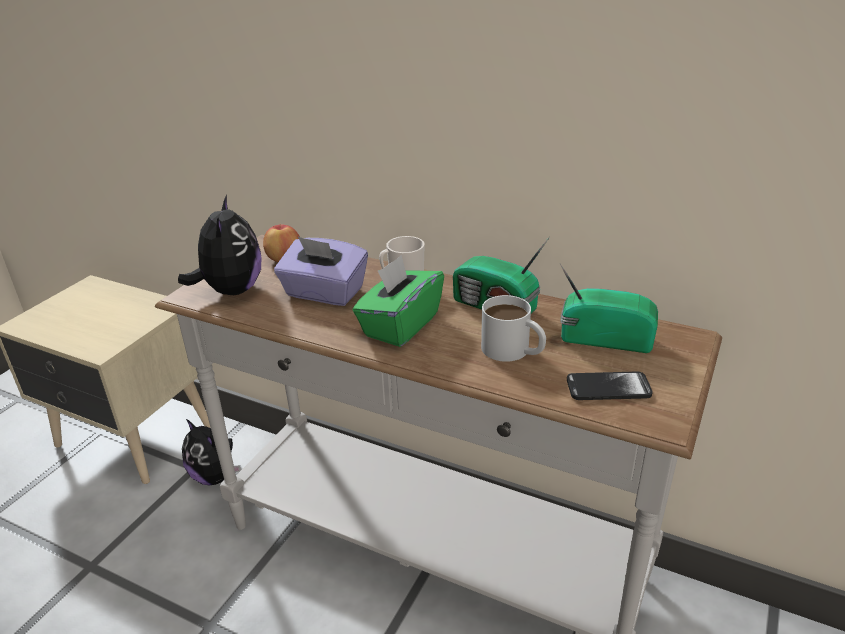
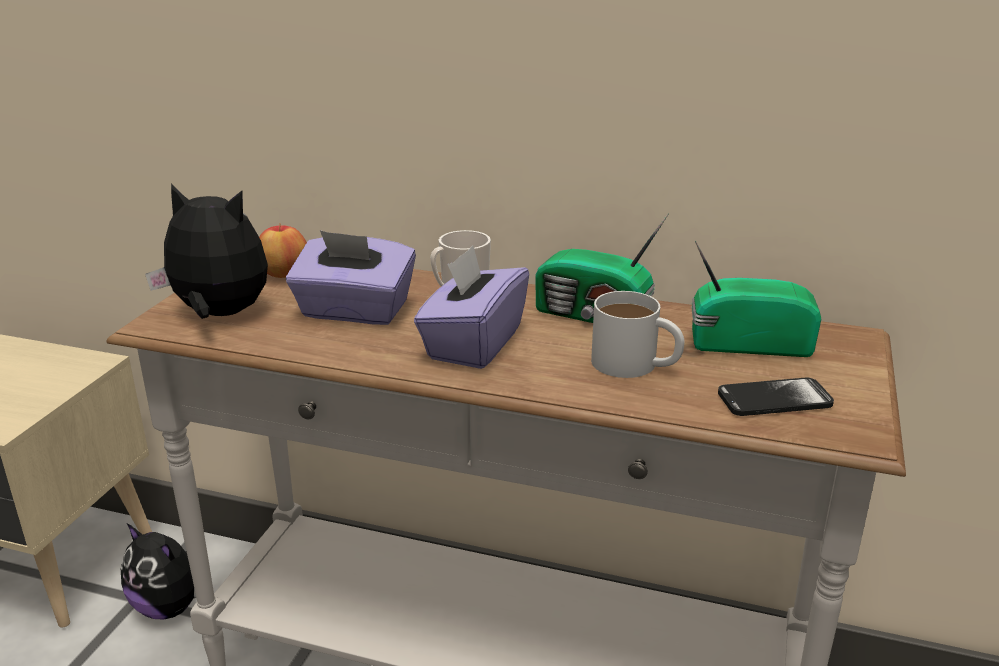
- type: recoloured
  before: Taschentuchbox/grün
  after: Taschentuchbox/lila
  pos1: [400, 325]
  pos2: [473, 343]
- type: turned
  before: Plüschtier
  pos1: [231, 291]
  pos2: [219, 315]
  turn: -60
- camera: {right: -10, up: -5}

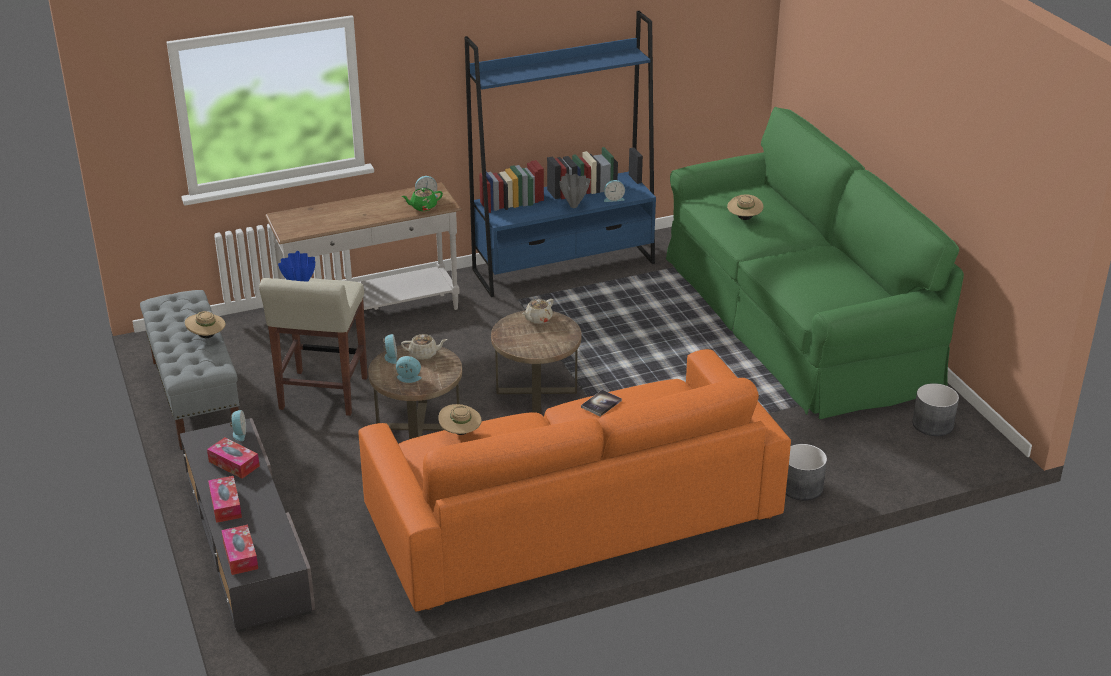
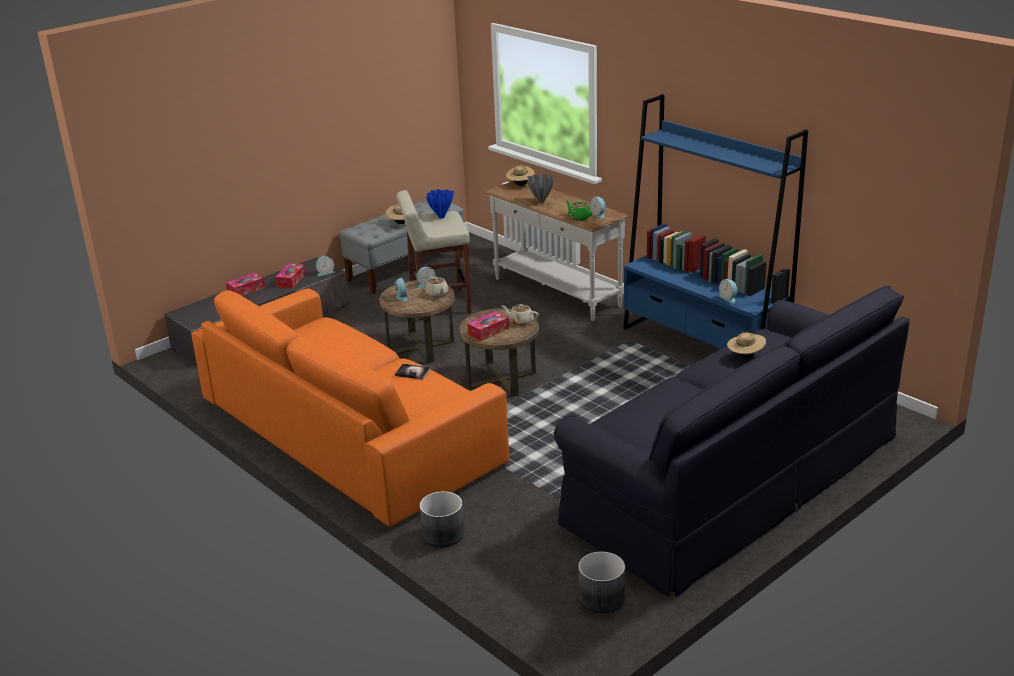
- type: moved
  before: Taschentuchbox
  pos1: [240, 556]
  pos2: [488, 331]
- type: moved
  before: Hut/beige
  pos1: [460, 432]
  pos2: [520, 185]
- type: moved
  before: Vase/grau
  pos1: [574, 206]
  pos2: [540, 202]
- type: recoloured
  before: Sofa/grün
  after: Sofa/schwarz
  pos1: [795, 318]
  pos2: [731, 478]
- camera: {right: 70, up: -5}

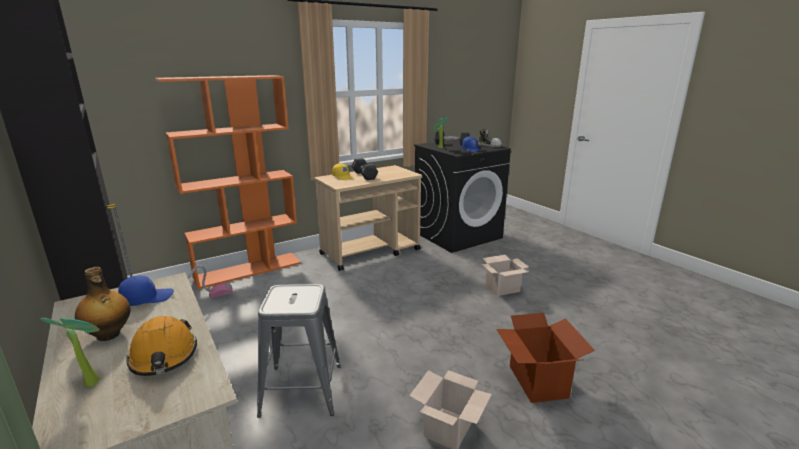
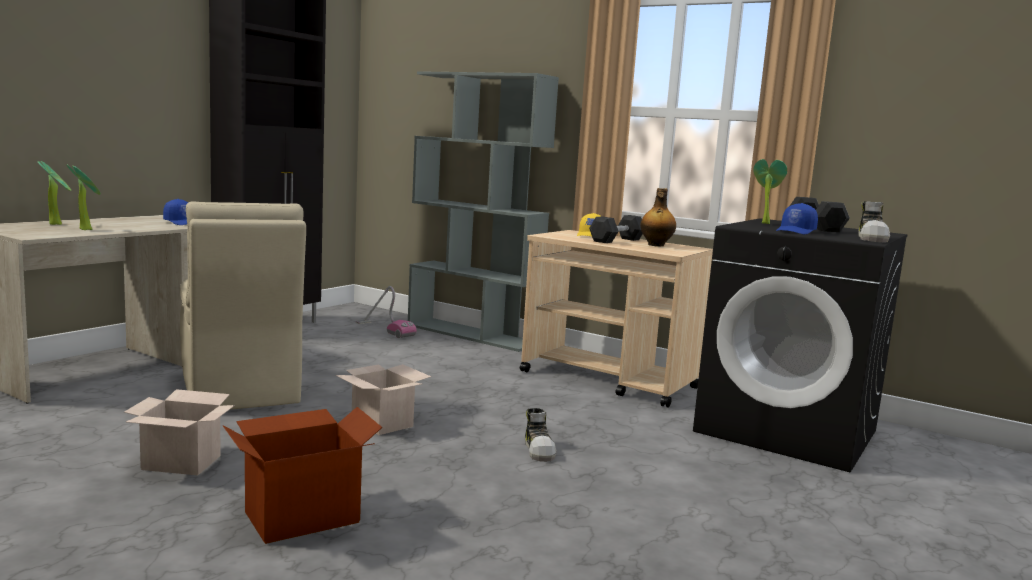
- type: added
  after: Schuh
  pos2: [539, 450]
- type: moved
  before: Flasche
  pos1: [109, 335]
  pos2: [655, 245]
- type: moved
  before: Karton
  pos1: [503, 288]
  pos2: [383, 423]
- type: replaced
  before: Schutzhelm/orange
  after: Topfpflanze
  pos1: [164, 356]
  pos2: [86, 229]
- type: replaced
  before: Hocker/grau
  after: Stuhl/beige
  pos1: [301, 389]
  pos2: [239, 390]
- type: recoloured
  before: Bücherregal/orange
  after: Bücherregal/grau
  pos1: [248, 270]
  pos2: [473, 334]
- camera: {right: 65, up: -10}

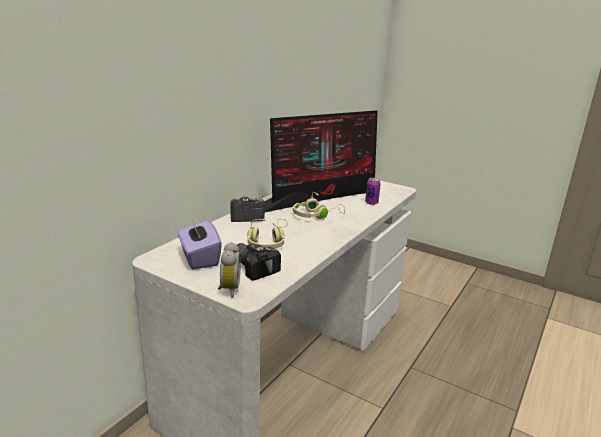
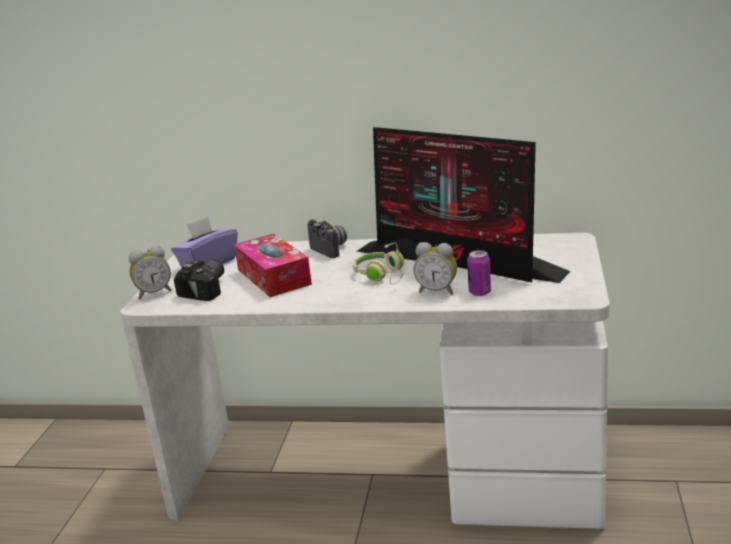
- type: added
  after: Wecker
  pos2: [437, 291]
- type: replaced
  before: Kopfhörer/beige
  after: Taschentuchbox
  pos1: [268, 242]
  pos2: [273, 277]
- camera: {right: 70, up: 0}

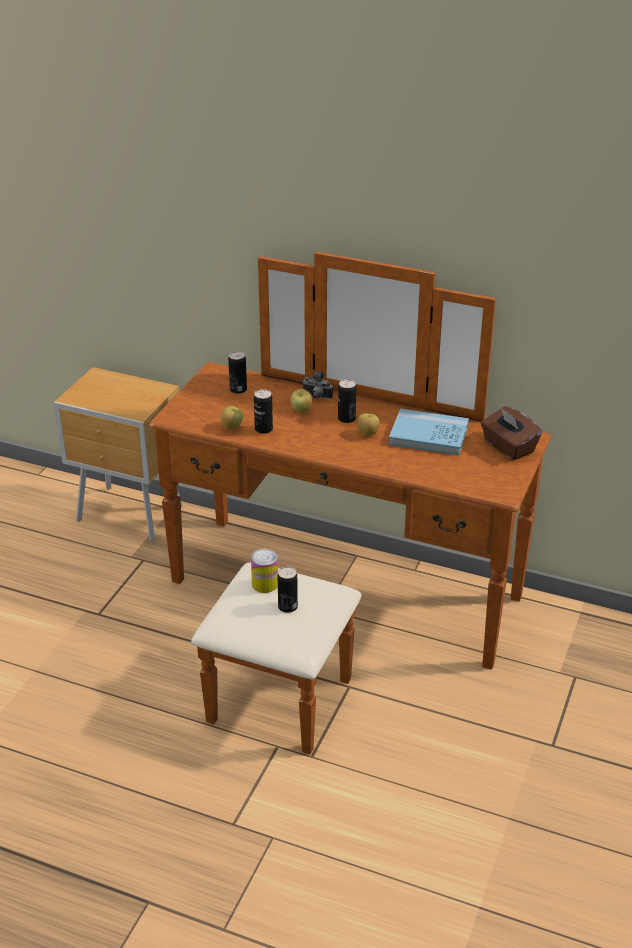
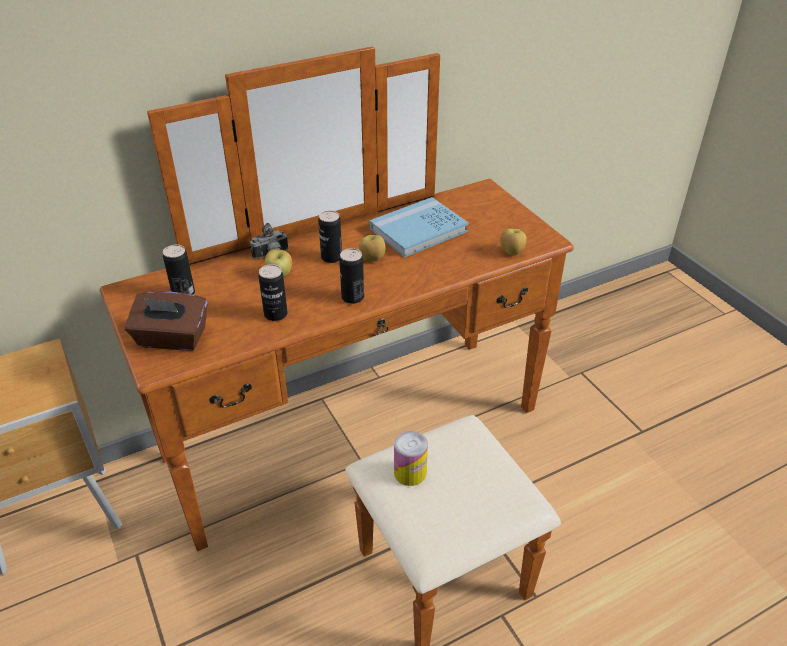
- type: moved
  before: Apfel
  pos1: [232, 427]
  pos2: [511, 252]
- type: moved
  before: Dose
  pos1: [287, 607]
  pos2: [352, 297]
- type: moved
  before: Taschentuchbox/braun
  pos1: [508, 447]
  pos2: [172, 339]
- camera: {right: -50, up: 5}

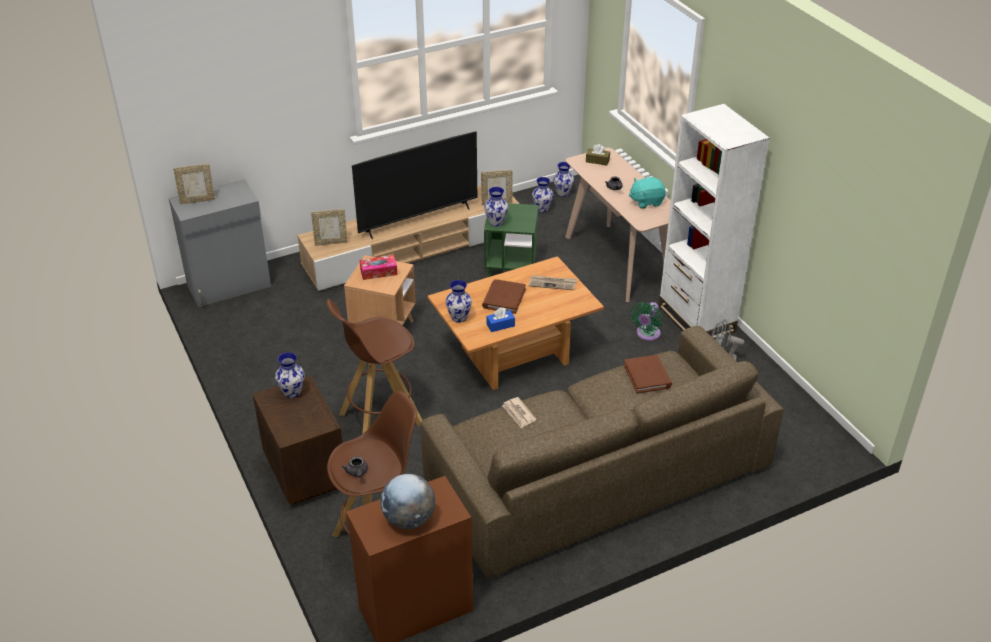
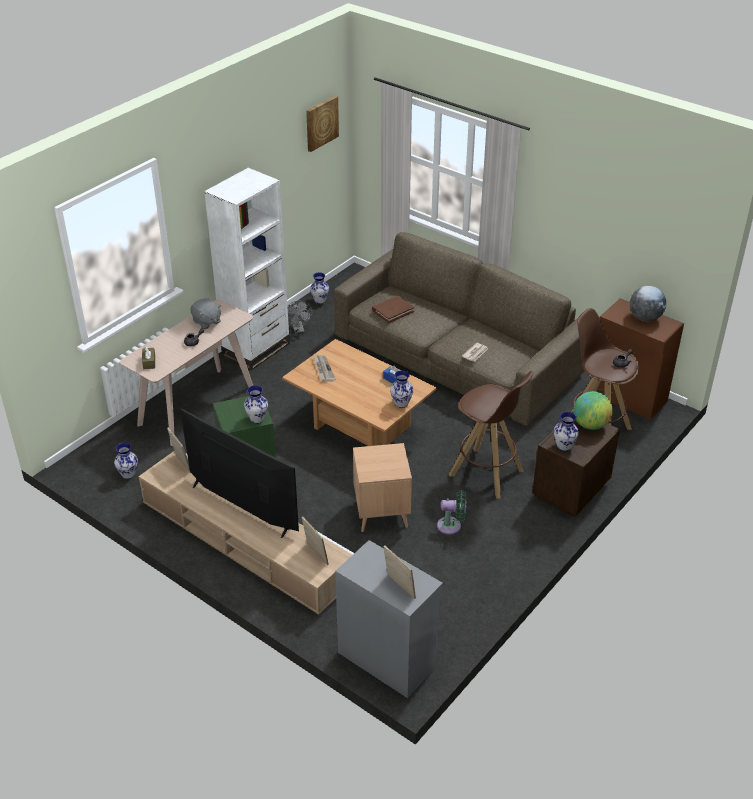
- type: removed
  before: Taschentuchbox
  pos1: [378, 272]
- type: removed
  before: Buch/braun
  pos1: [504, 298]
- type: added
  after: Bild
  pos2: [321, 123]
- type: added
  after: Globus
  pos2: [590, 425]
- type: moved
  before: Vase
  pos1: [562, 193]
  pos2: [319, 301]
- type: moved
  before: Ventilator/grün
  pos1: [647, 334]
  pos2: [452, 526]
- type: recoloured
  before: Plüschtier/türkis
  after: Plüschtier/grau
  pos1: [646, 201]
  pos2: [206, 322]
- camera: {right: -115, up: 0}

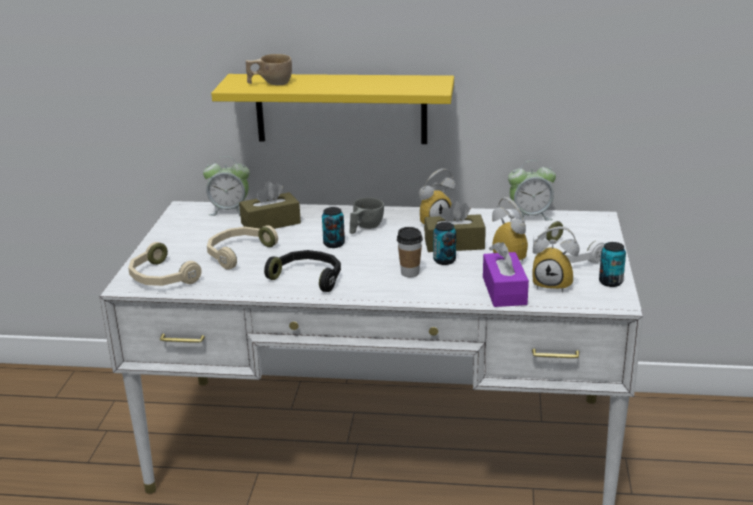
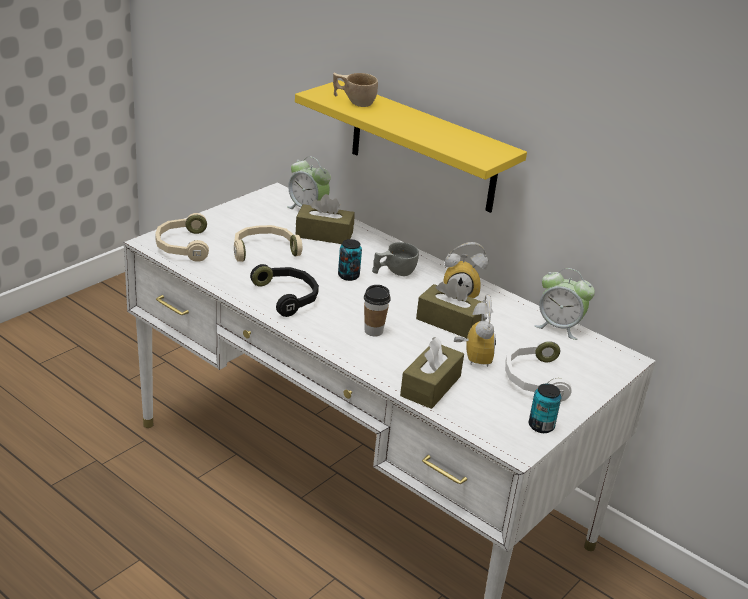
- type: removed
  before: Dose
  pos1: [444, 260]
- type: removed
  before: Wecker
  pos1: [554, 284]
- type: recoloured
  before: Taschentuchbox/lila
  after: Taschentuchbox/braun
  pos1: [504, 291]
  pos2: [430, 386]
- camera: {right: 30, up: 5}

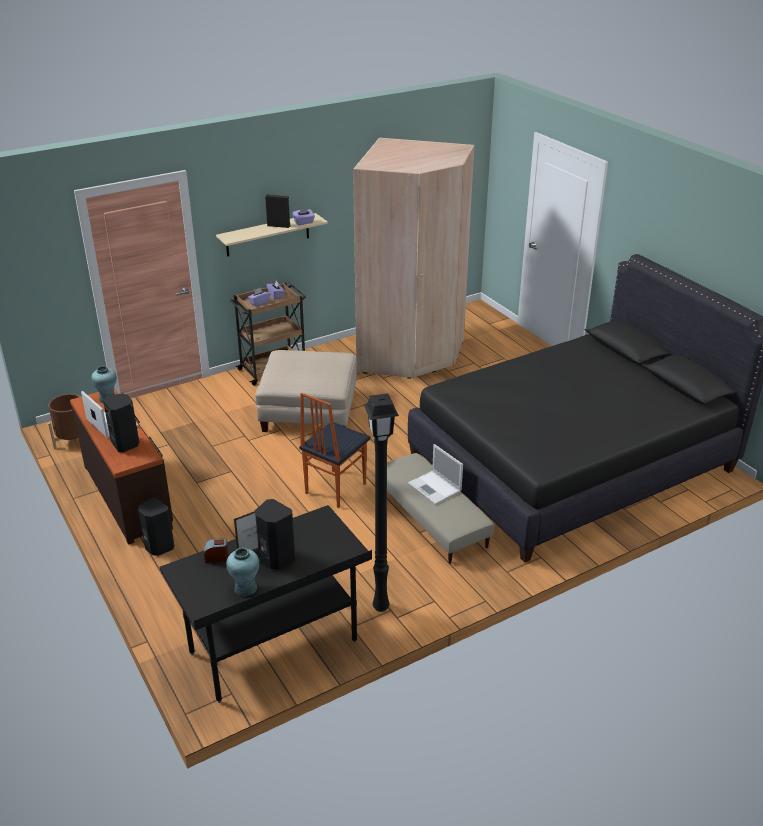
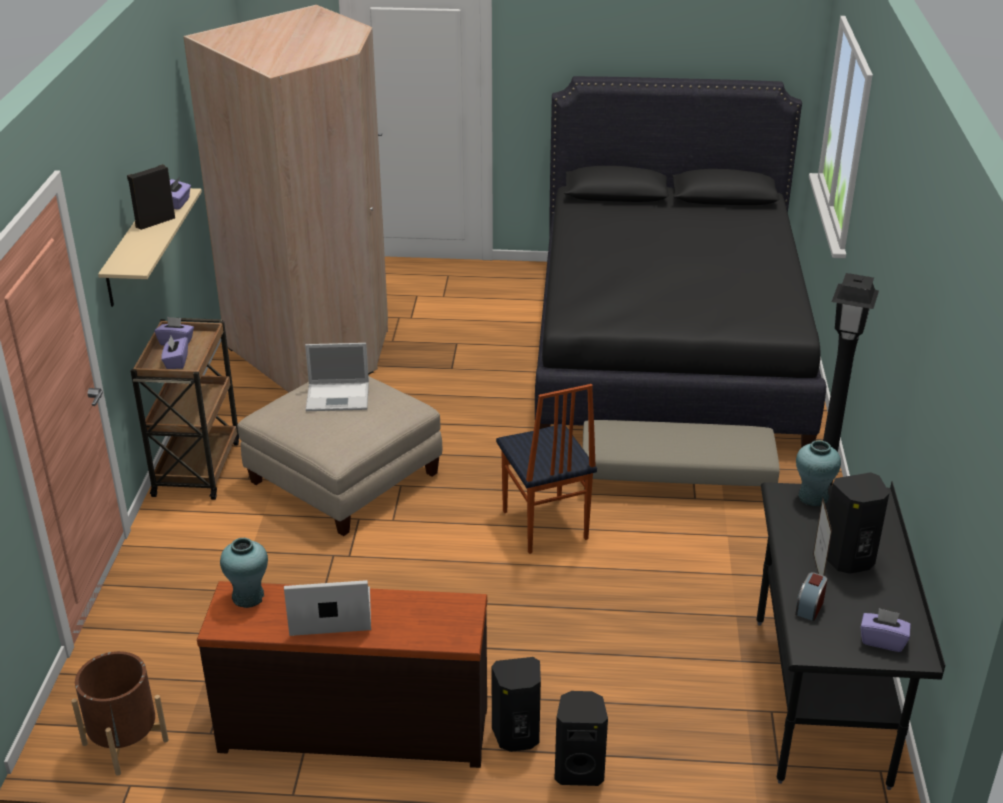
- type: added
  after: Taschentuchbox/lila
  pos2: [882, 640]
- type: moved
  before: Lautsprecher/schwarz
  pos1: [126, 444]
  pos2: [579, 770]
- type: moved
  before: Vase/türkis
  pos1: [245, 588]
  pos2: [813, 497]
- type: moved
  before: Laptop
  pos1: [435, 488]
  pos2: [339, 397]
- camera: {right: -55, up: 0}

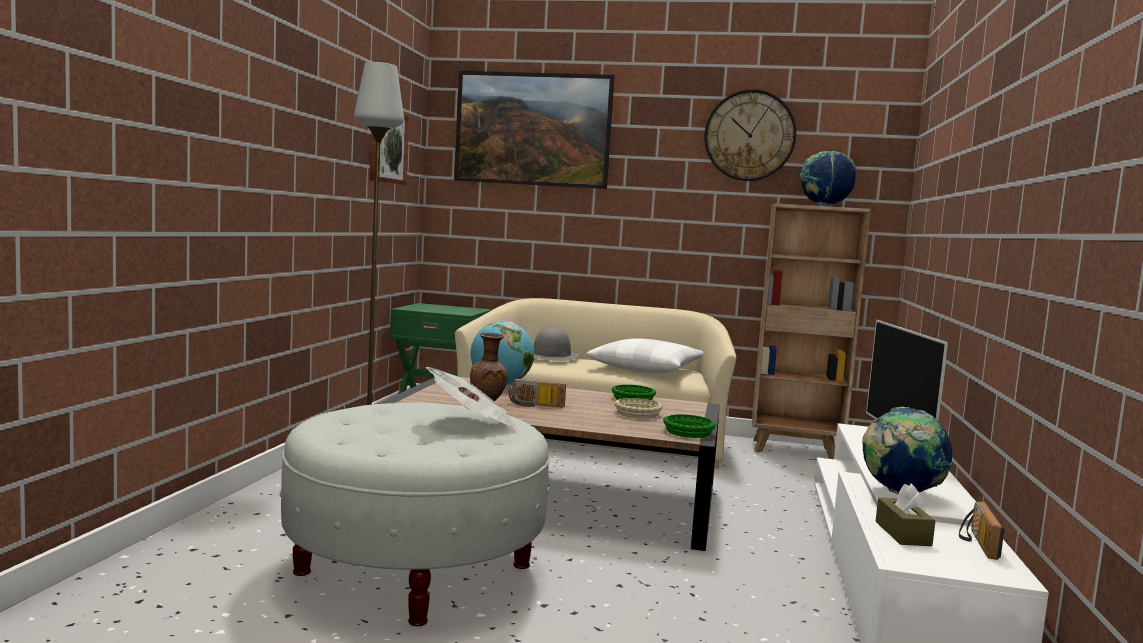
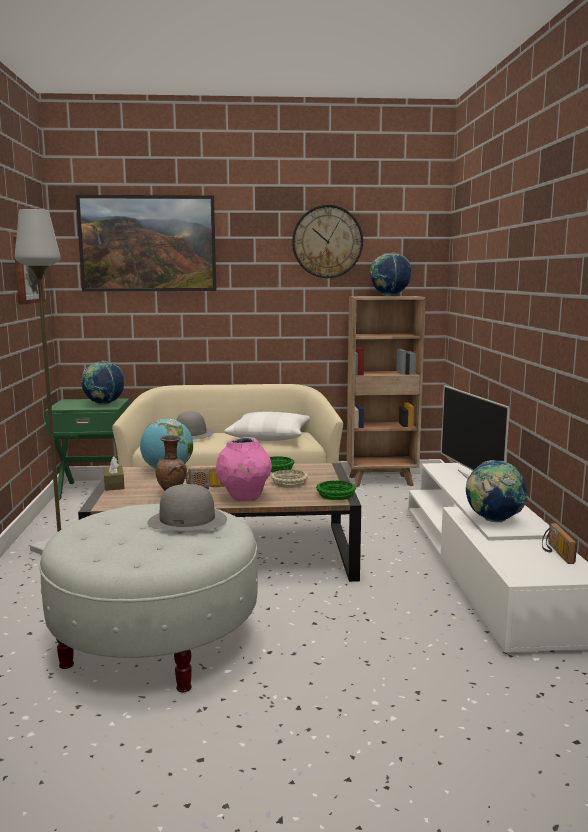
- type: added
  after: Globus
  pos2: [104, 404]
- type: added
  after: Vase/rosa
  pos2: [244, 497]
- type: moved
  before: Taschentuchbox/braun
  pos1: [902, 533]
  pos2: [114, 484]
- type: replaced
  before: Zeitung
  after: Hut/grau
  pos1: [472, 423]
  pos2: [187, 520]
- camera: {right: -15, up: 5}

